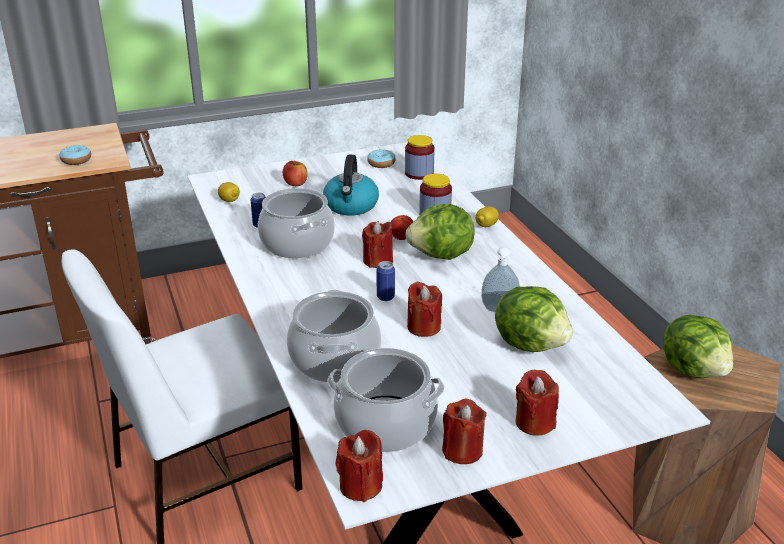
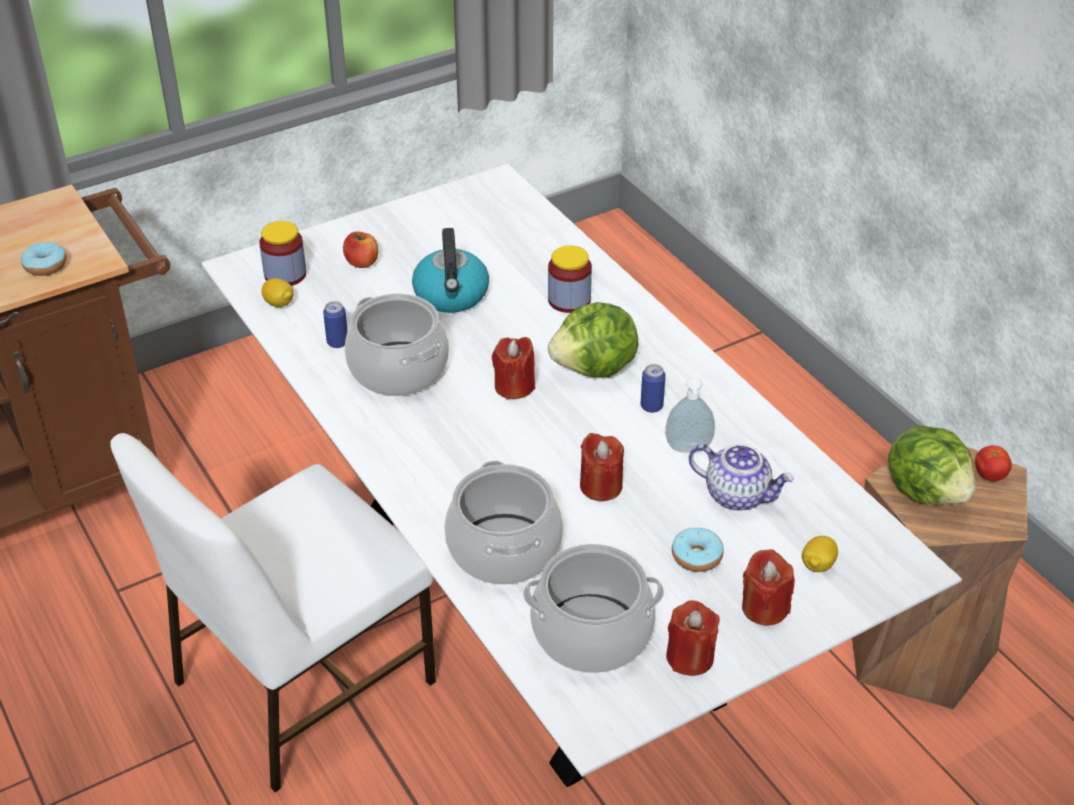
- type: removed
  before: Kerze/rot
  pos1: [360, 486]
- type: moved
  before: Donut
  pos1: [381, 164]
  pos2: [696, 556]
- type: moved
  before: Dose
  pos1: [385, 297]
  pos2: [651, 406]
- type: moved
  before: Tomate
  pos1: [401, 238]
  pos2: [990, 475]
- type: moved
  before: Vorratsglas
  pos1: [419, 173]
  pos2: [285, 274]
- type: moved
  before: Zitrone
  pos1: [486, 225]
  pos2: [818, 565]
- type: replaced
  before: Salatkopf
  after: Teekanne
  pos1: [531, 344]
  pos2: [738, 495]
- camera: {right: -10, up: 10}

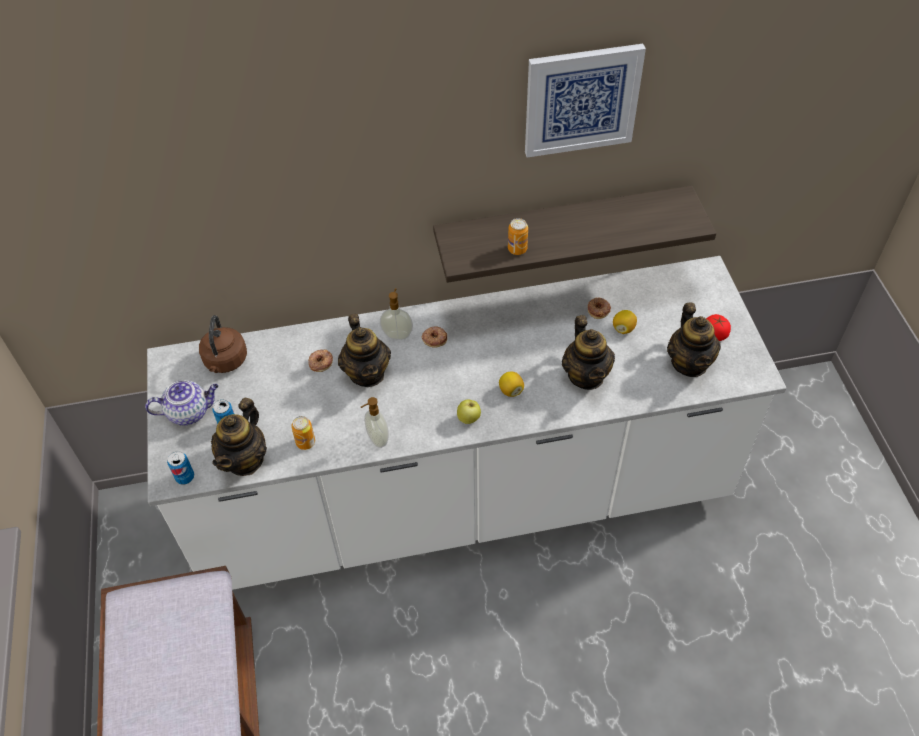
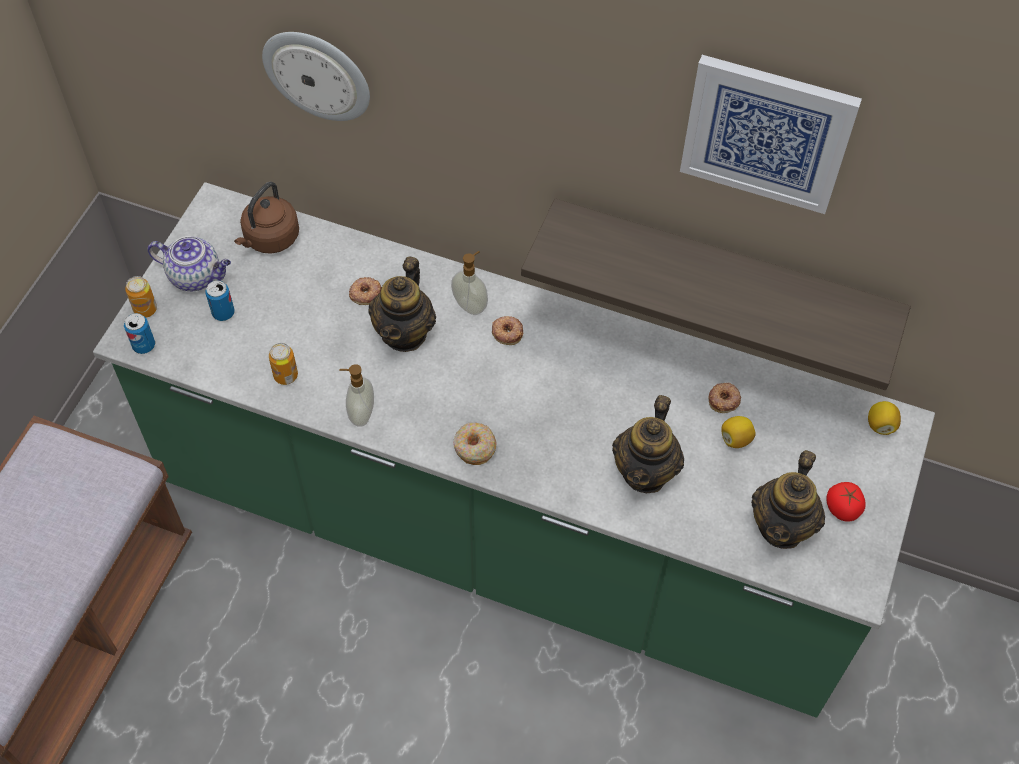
- type: removed
  before: Teekanne
  pos1: [245, 459]
- type: added
  after: Wanduhr
  pos2: [317, 74]
- type: moved
  before: Zitrone
  pos1: [510, 390]
  pos2: [880, 425]
- type: moved
  before: Dose
  pos1: [517, 249]
  pos2: [145, 309]
- type: replaced
  before: Apfel
  after: Donut
  pos1: [469, 419]
  pos2: [474, 447]
- type: recoloured
  before: Küchenzeile/weiß
  after: Küchenzeile/grün
  pos1: [463, 496]
  pos2: [506, 531]
- camera: {right: 30, up: 5}

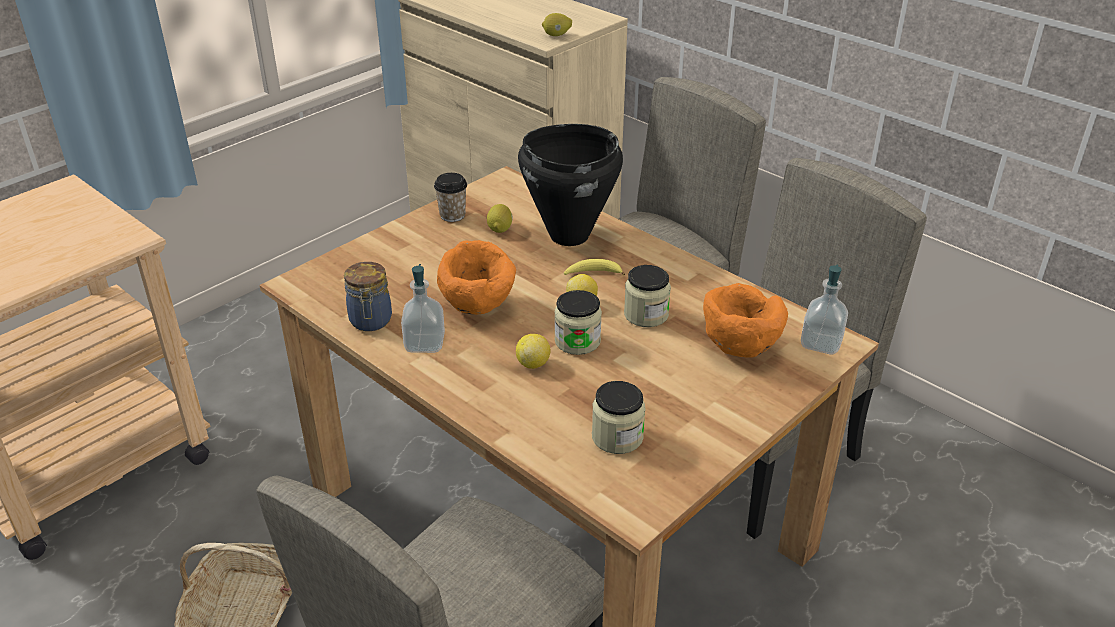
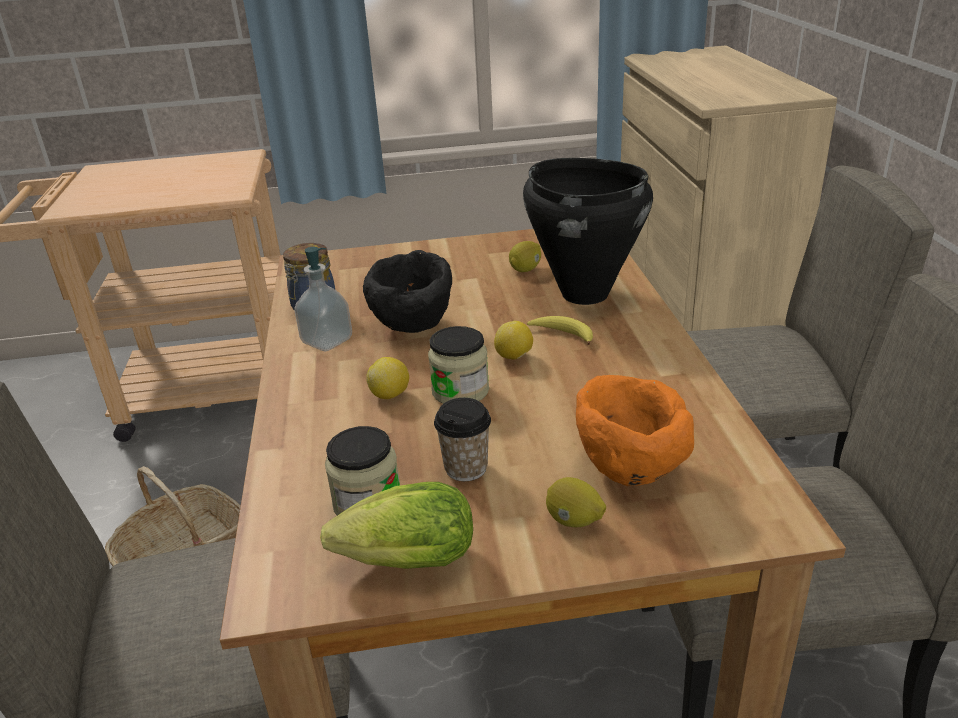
- type: removed
  before: Vorratsglas
  pos1: [646, 314]
- type: removed
  before: Seifenspender
  pos1: [821, 343]
- type: added
  after: Salatkopf
  pos2: [401, 563]
- type: moved
  before: Tasse
  pos1: [452, 215]
  pos2: [466, 468]
- type: moved
  before: Zitrone
  pos1: [556, 35]
  pos2: [574, 521]
- type: recoloured
  before: Schüssel/orange
  after: Schüssel/schwarz
  pos1: [478, 307]
  pos2: [414, 327]
- camera: {right: 40, up: -5}

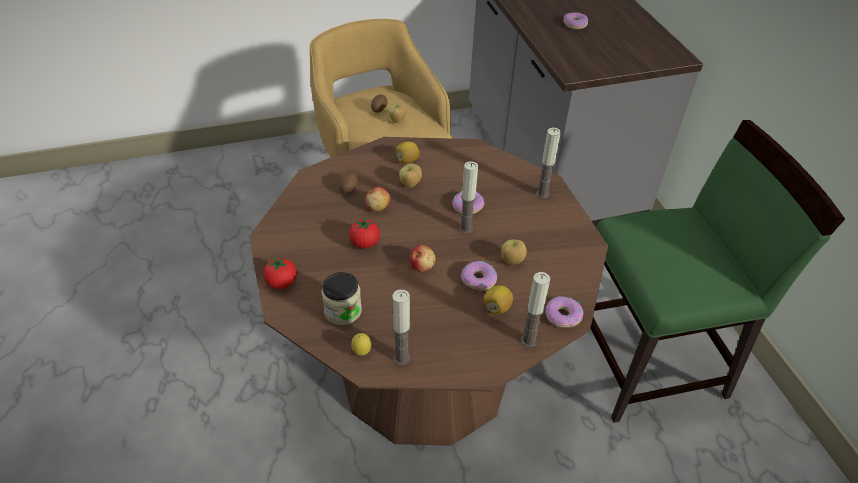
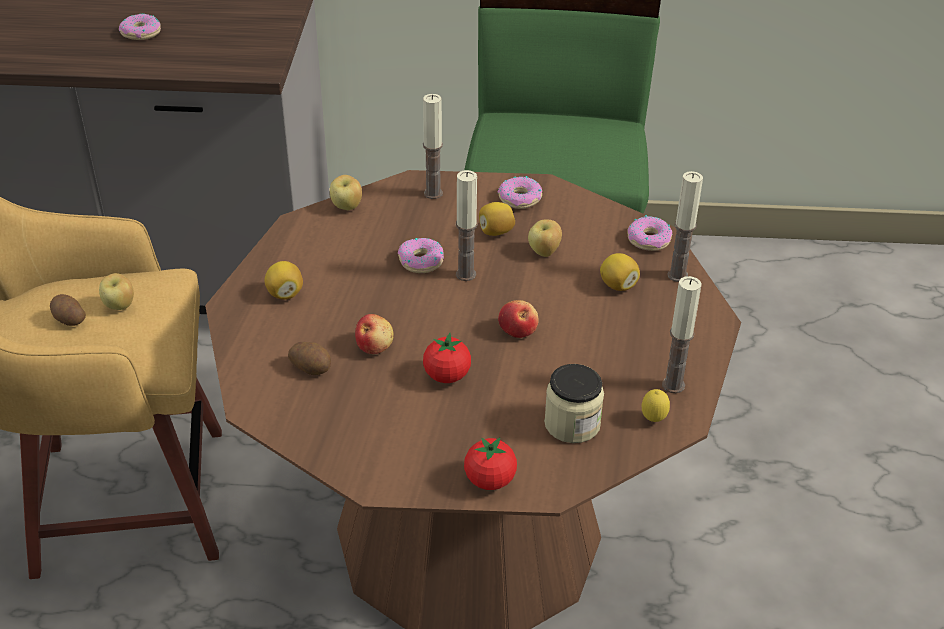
- type: added
  after: Zitrone
  pos2: [496, 232]
- type: moved
  before: Apfel
  pos1: [410, 184]
  pos2: [347, 207]
- type: moved
  before: Donut
  pos1: [478, 279]
  pos2: [520, 199]
- camera: {right: -70, up: -5}

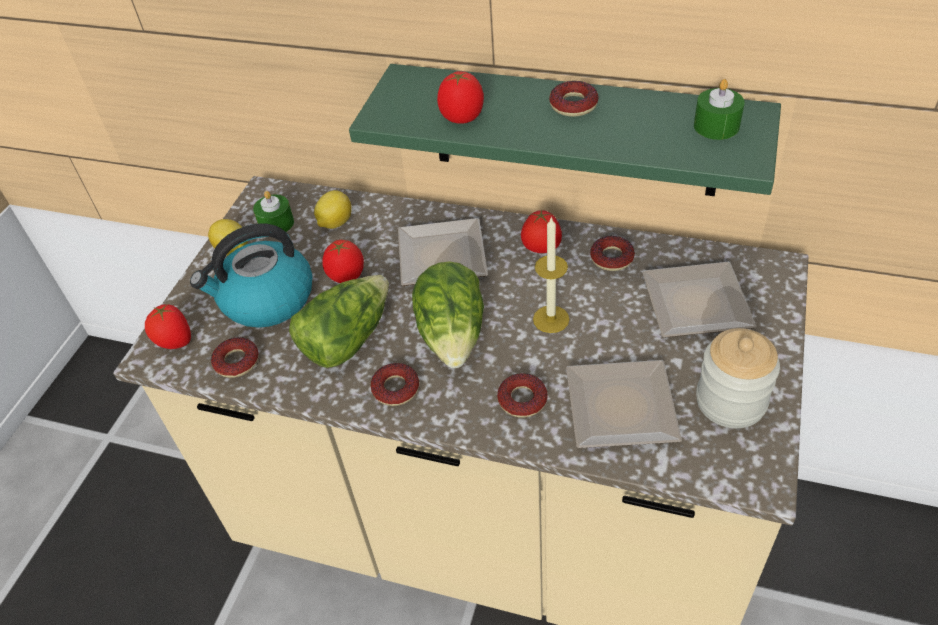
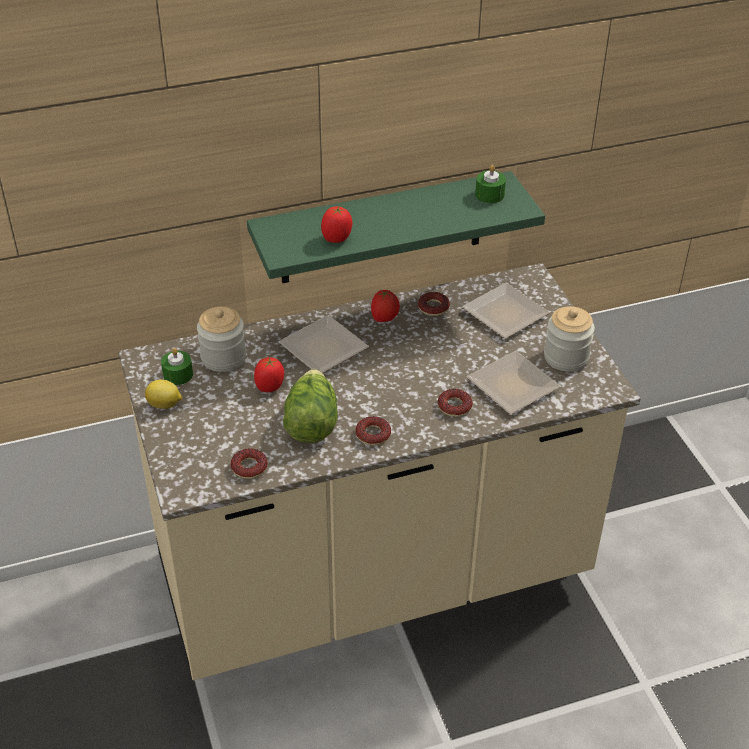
- type: removed
  before: Tomate
  pos1: [175, 343]
- type: removed
  before: Wasserkessel
  pos1: [266, 300]
- type: removed
  before: Salatkopf
  pos1: [453, 335]
- type: removed
  before: Kerze
  pos1: [551, 319]
- type: removed
  before: Donut
  pos1: [573, 105]
- type: replaced
  before: Zitrone
  after: Vorratsglas
  pos1: [335, 223]
  pos2: [223, 357]
- camera: {right: -40, up: -5}

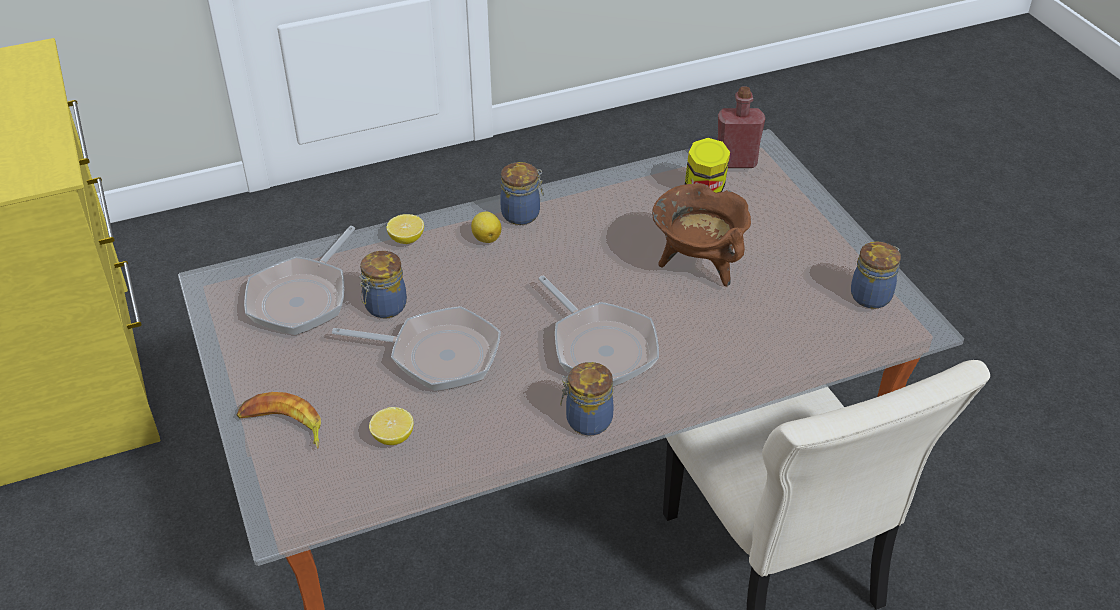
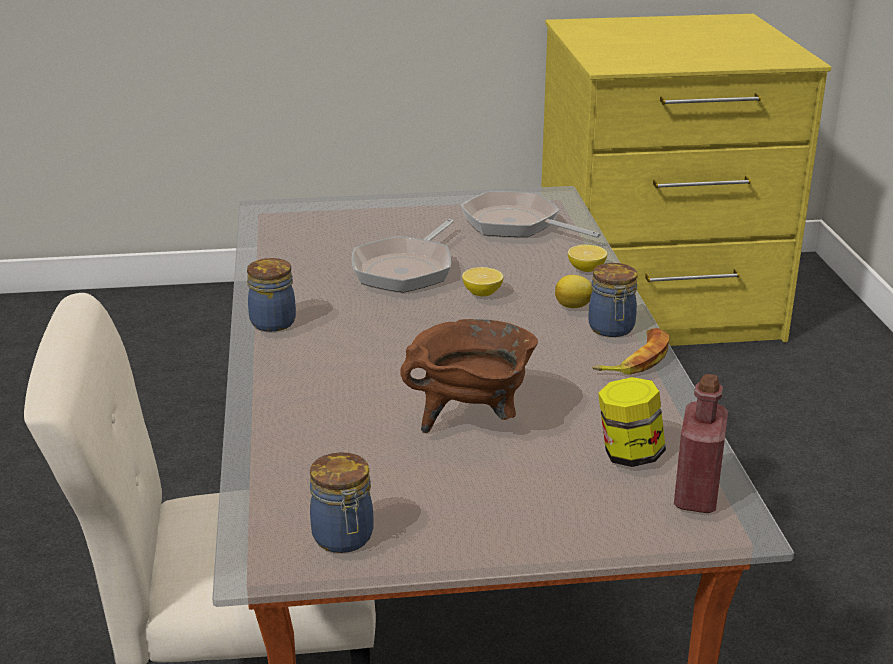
- type: removed
  before: Vorratsglas
  pos1: [384, 307]
- type: removed
  before: Pfanne
  pos1: [600, 346]
- type: moved
  before: Banane
  pos1: [283, 426]
  pos2: [635, 359]
- type: moved
  before: Zitrone
  pos1: [393, 437]
  pos2: [482, 293]
- camera: {right: 105, up: -15}

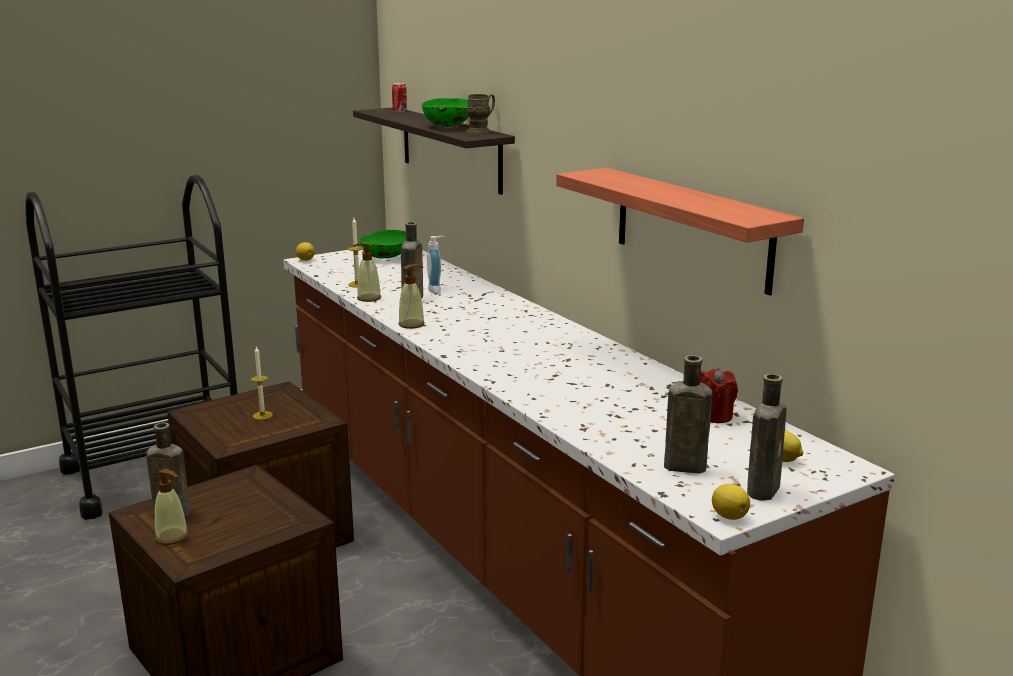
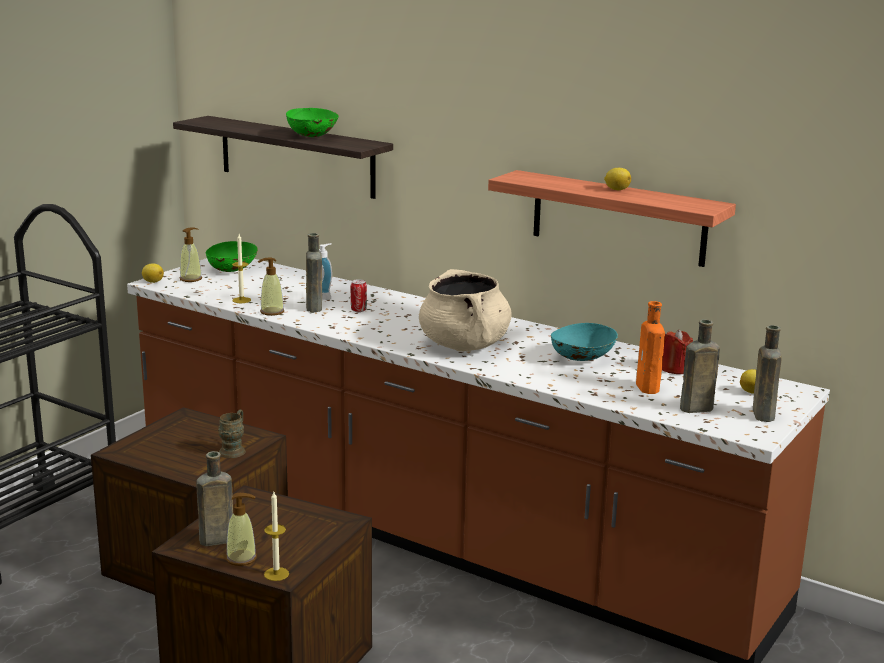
- type: added
  after: Kochtopf/beige
  pos2: [464, 346]
- type: added
  after: Schüssel/türkis
  pos2: [582, 359]
- type: added
  after: Flasche/orange
  pos2: [648, 388]
- type: moved
  before: Kerze
  pos1: [262, 415]
  pos2: [276, 574]
- type: moved
  before: Dose
  pos1: [399, 111]
  pos2: [358, 310]
- type: moved
  before: Seifenspender
  pos1: [411, 324]
  pos2: [191, 279]
- type: moved
  before: Henkelbecher/braun
  pos1: [482, 131]
  pos2: [234, 449]
- type: moved
  before: Zitrone
  pos1: [728, 516]
  pos2: [616, 189]
- camera: {right: -25, up: 0}

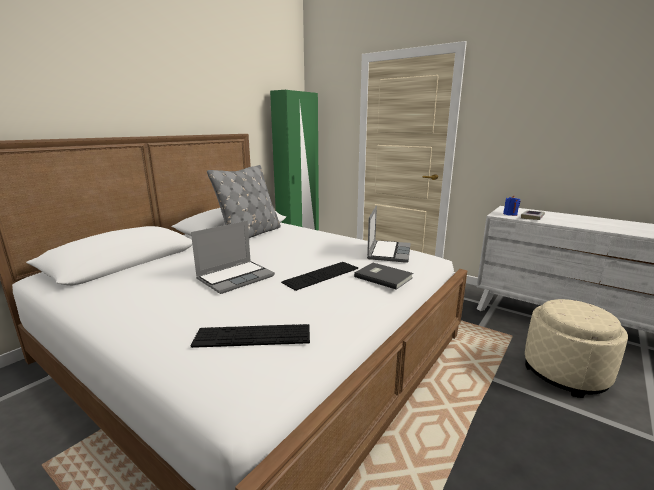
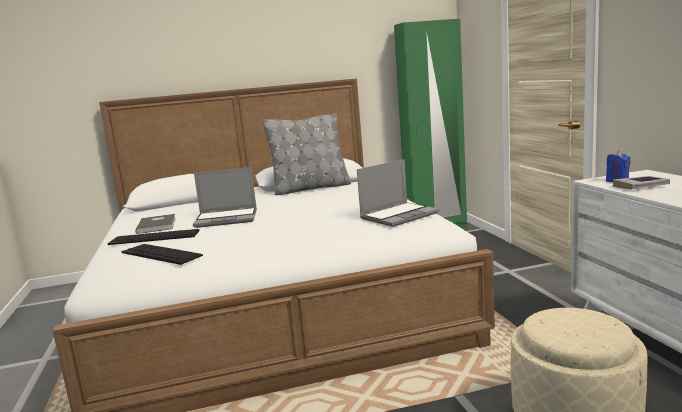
- type: moved
  before: Tastatur
  pos1: [321, 275]
  pos2: [154, 237]
- type: moved
  before: Buch/grau
  pos1: [383, 276]
  pos2: [158, 225]
- camera: {right: 40, up: -5}

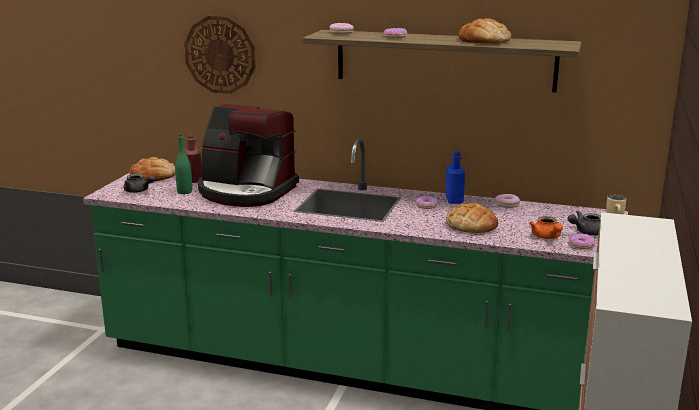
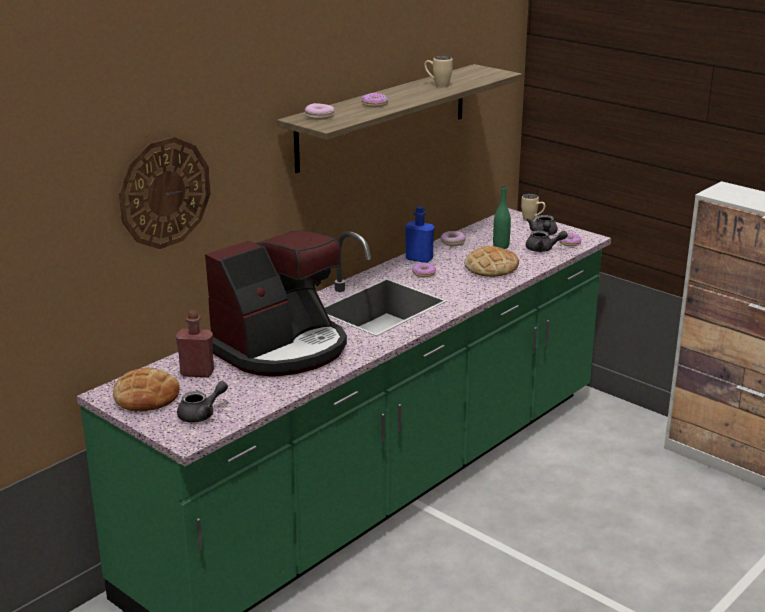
- type: moved
  before: Flasche/grün
  pos1: [184, 192]
  pos2: [501, 246]
- type: replaced
  before: Brot
  after: Henkelbecher/beige
  pos1: [484, 40]
  pos2: [437, 85]
- type: recoloured
  before: Teekanne/orange
  after: Teekanne/grau
  pos1: [547, 237]
  pos2: [543, 249]
- camera: {right: -65, up: 5}

